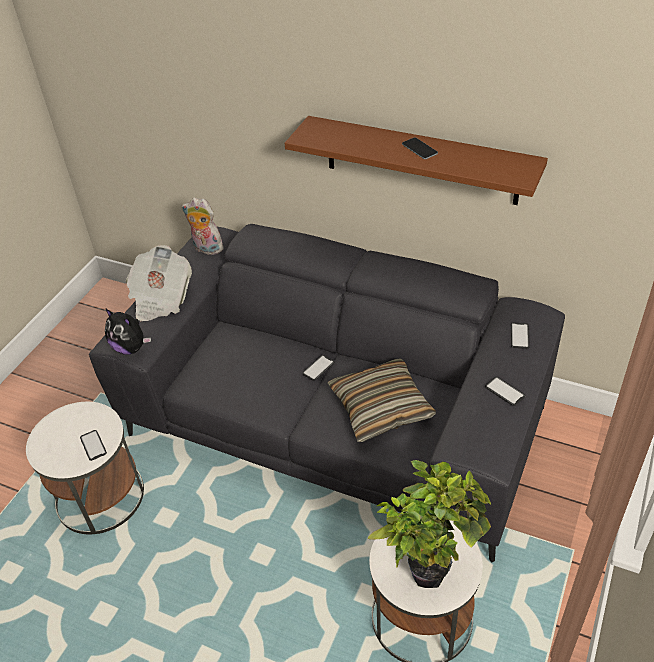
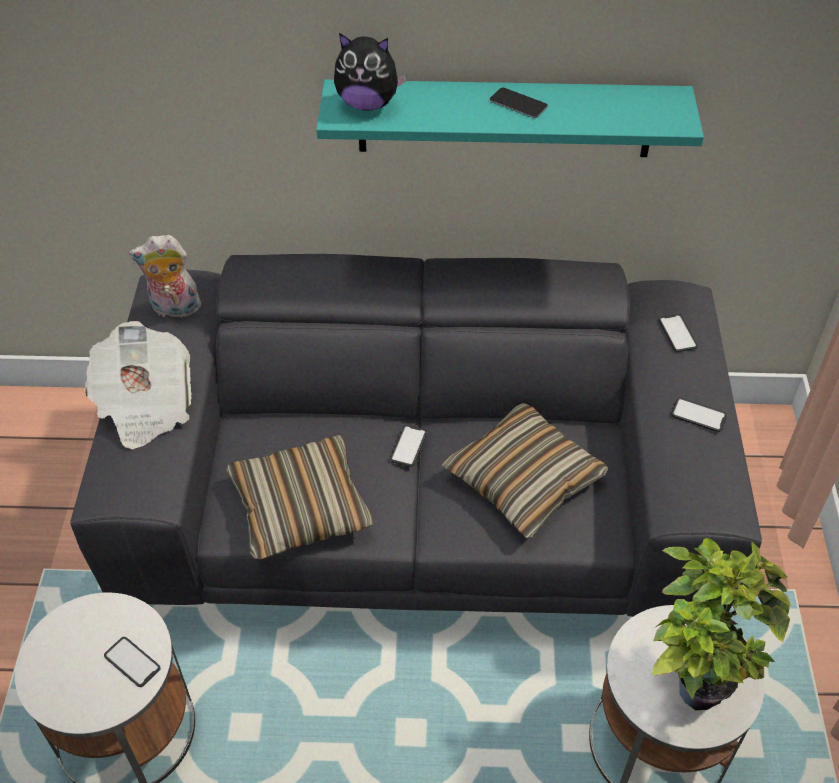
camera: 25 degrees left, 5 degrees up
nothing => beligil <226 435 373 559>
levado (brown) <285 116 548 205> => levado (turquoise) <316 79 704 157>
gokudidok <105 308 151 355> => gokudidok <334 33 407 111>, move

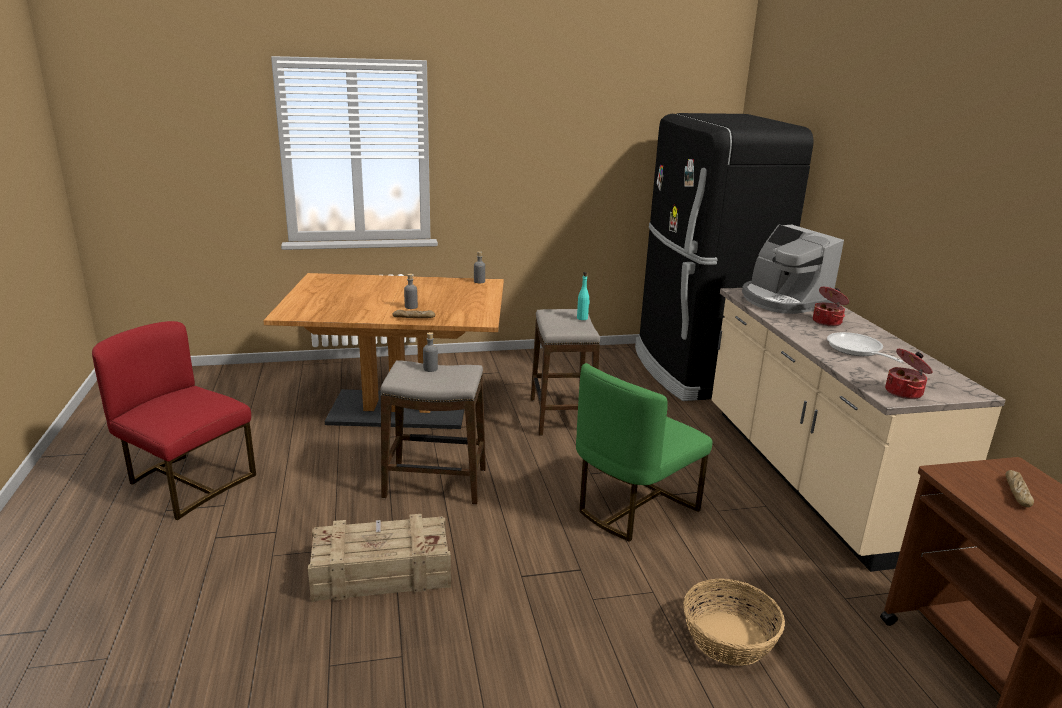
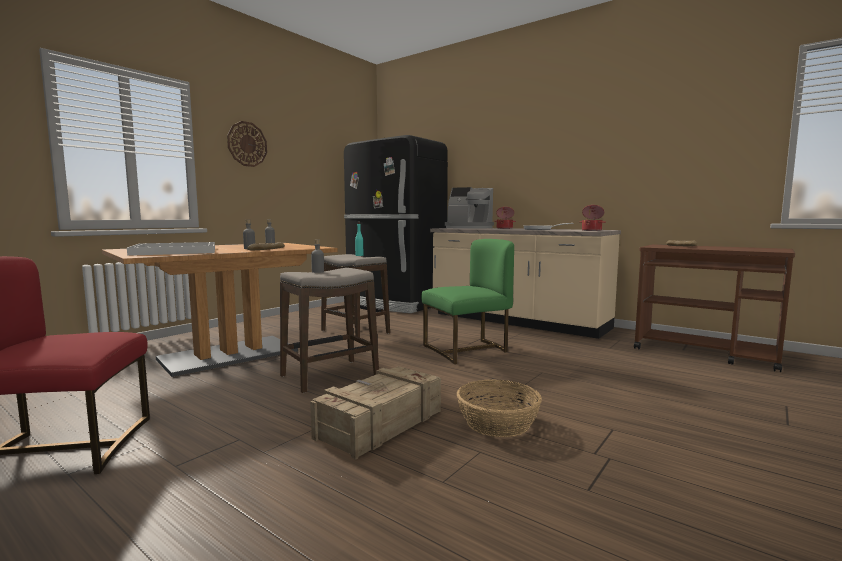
camera: 40 degrees left, 15 degrees down
nothing => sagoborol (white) <127 242 215 256>
nothing => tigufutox <227 121 267 167>
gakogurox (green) <576 363 712 542> => gakogurox (green) <421 239 514 364>, 120 degrees counterclockwise
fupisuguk <683 578 785 666> => fupisuguk <457 379 542 437>, move

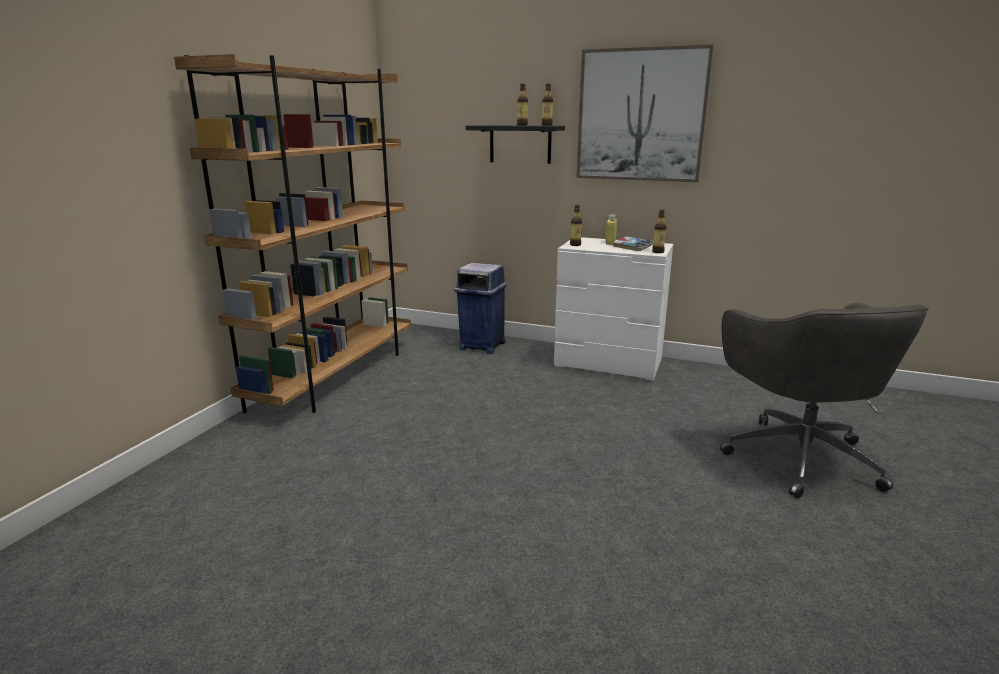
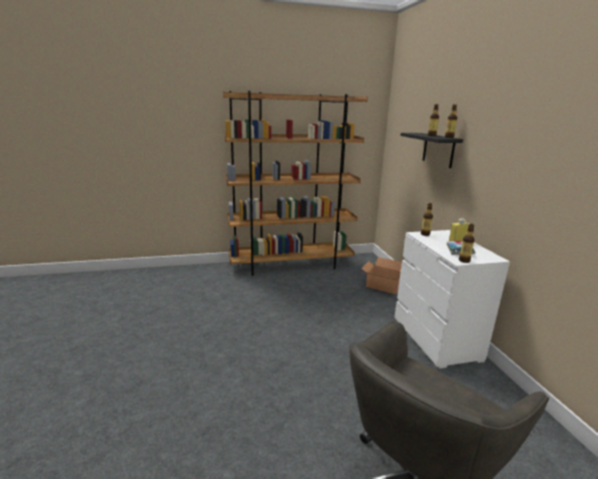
camera: 55 degrees right, 0 degrees up
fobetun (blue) <454 263 507 354> => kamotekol <361 257 402 294>
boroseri <577 45 714 182> => nothing

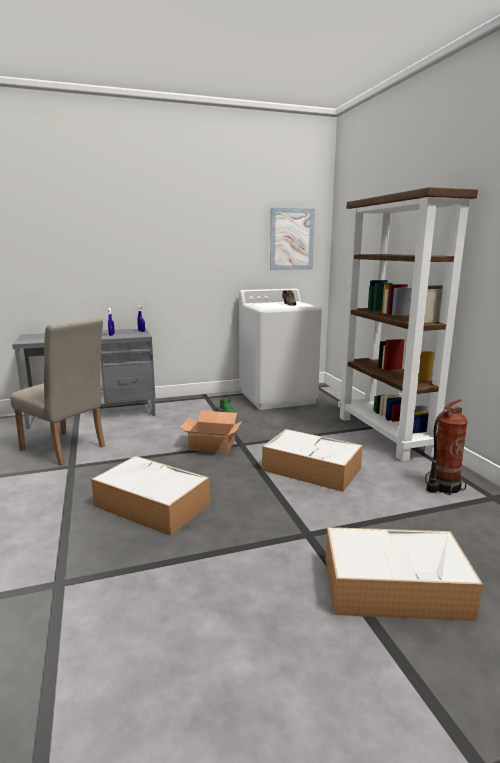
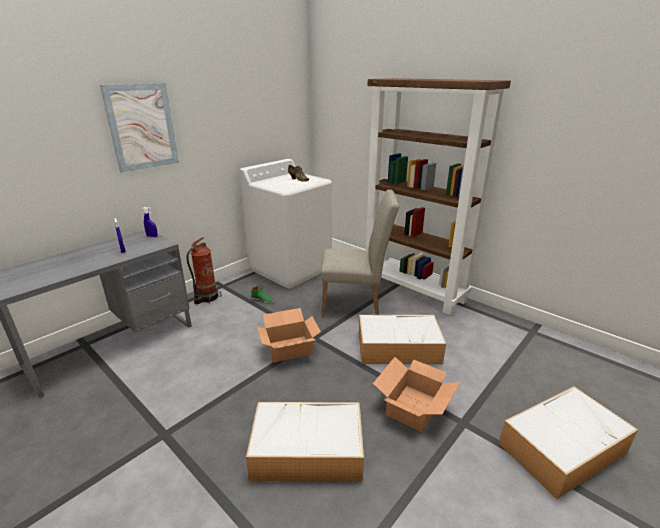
camera: 30 degrees left, 10 degrees up
boroseri <270 208 315 270> => boroseri <100 83 179 172>, move
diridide <425 399 468 495> => diridide <187 237 221 304>, move
gakogurox (beige) <10 317 105 465> => gakogurox (beige) <321 189 400 316>, move
nothing => kamotekol <373 357 460 432>

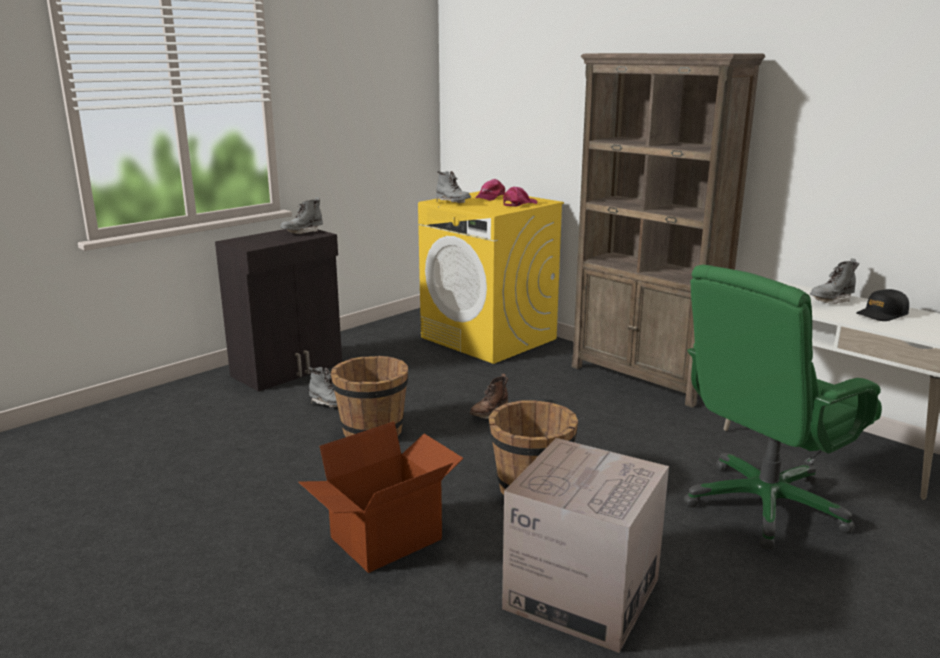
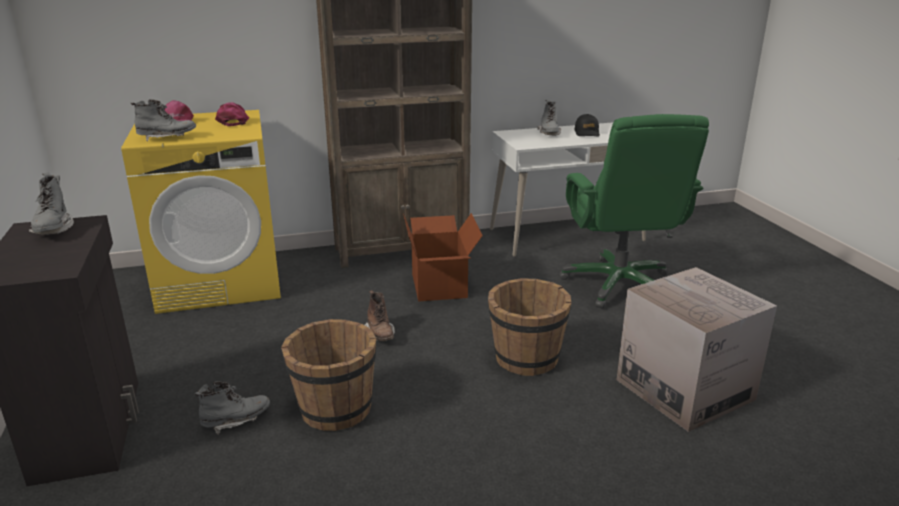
camera: 60 degrees left, 5 degrees up
kamotekol <298 421 464 573> => kamotekol <403 213 483 302>, move

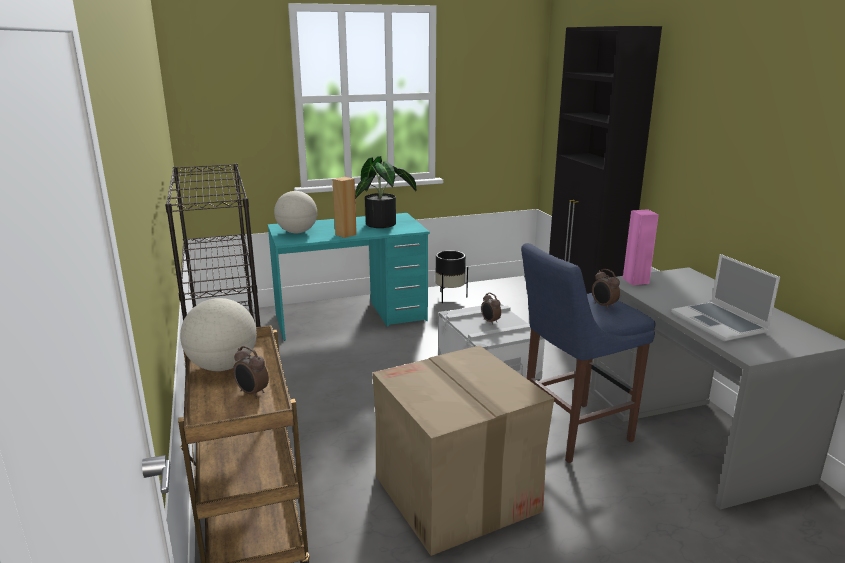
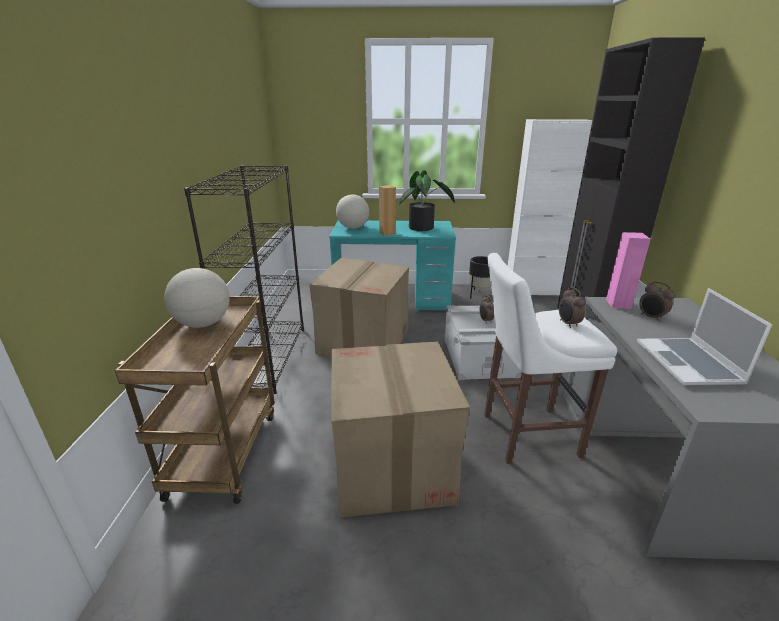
camera: 20 degrees right, 5 degrees up
nothing => kamotekol <309 258 409 357>
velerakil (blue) <521 243 656 463> => velerakil (white) <484 253 617 464>
nothing => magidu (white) <508 119 592 295>
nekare <233 346 269 399> => nekare <639 281 675 321>, move

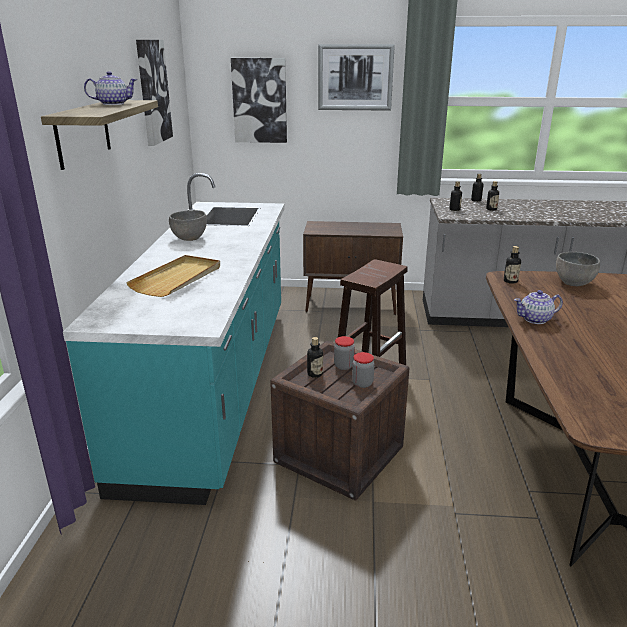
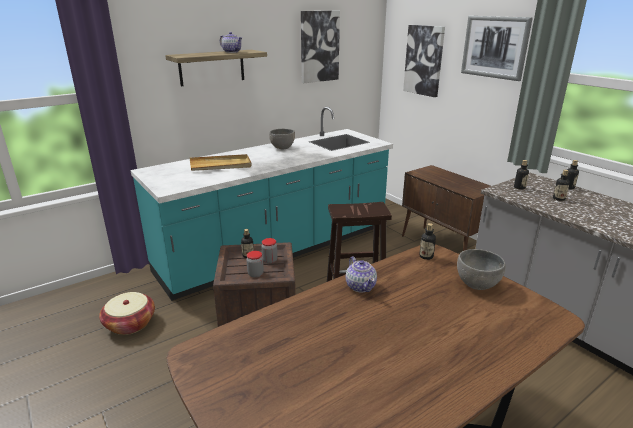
camera: 50 degrees right, 0 degrees up
nothing => fupisuguk <99 292 155 335>
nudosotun <514 290 563 324> => nudosotun <346 256 377 293>, 150 degrees counterclockwise

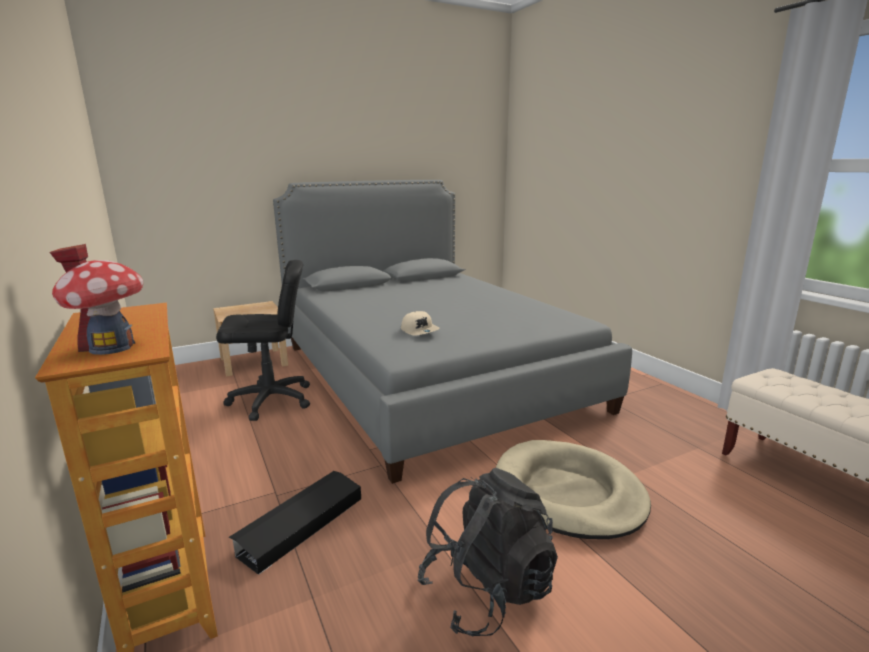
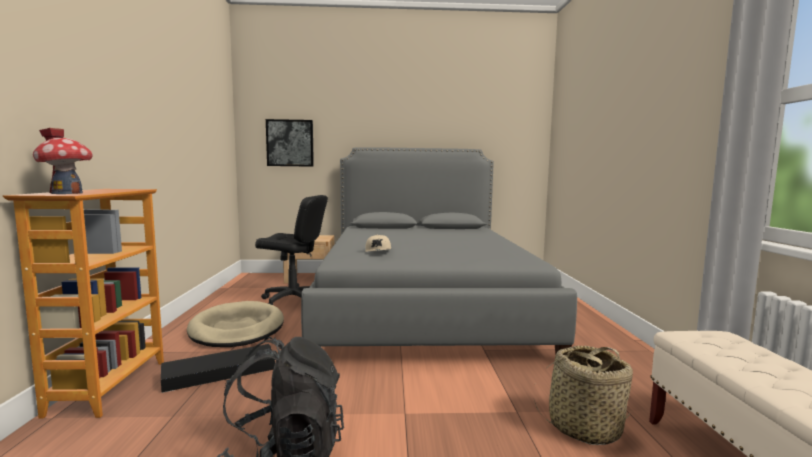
camera: 25 degrees right, 10 degrees down
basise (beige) <496 440 651 539> => basise (beige) <187 301 284 347>, move
nothing => boroseri <266 119 314 167>
nothing => fupisuguk <534 346 633 445>

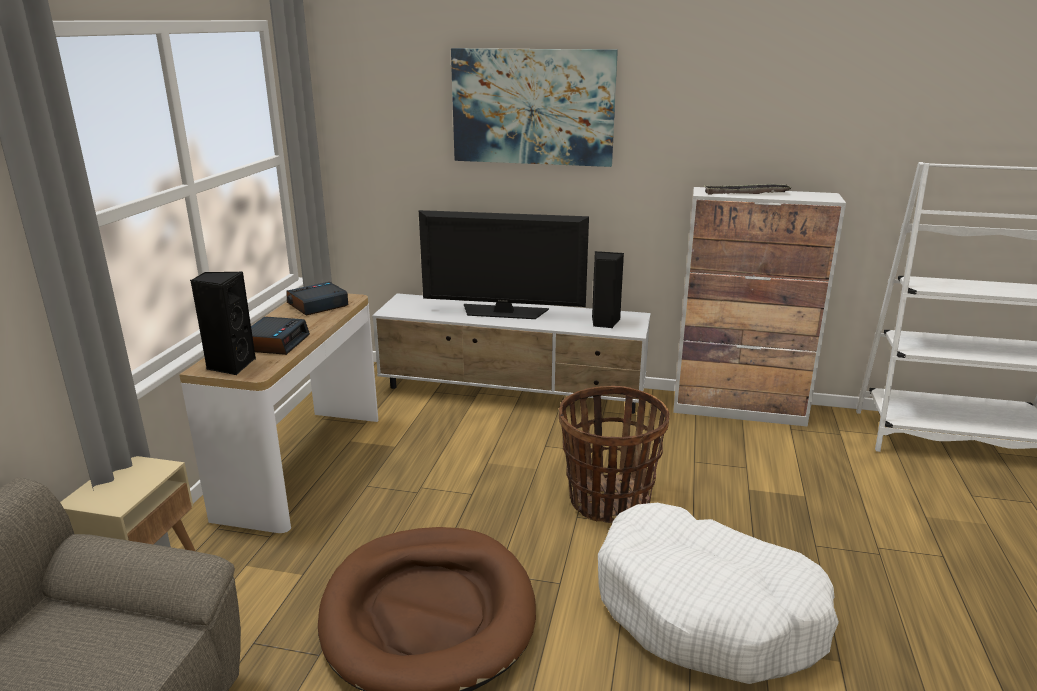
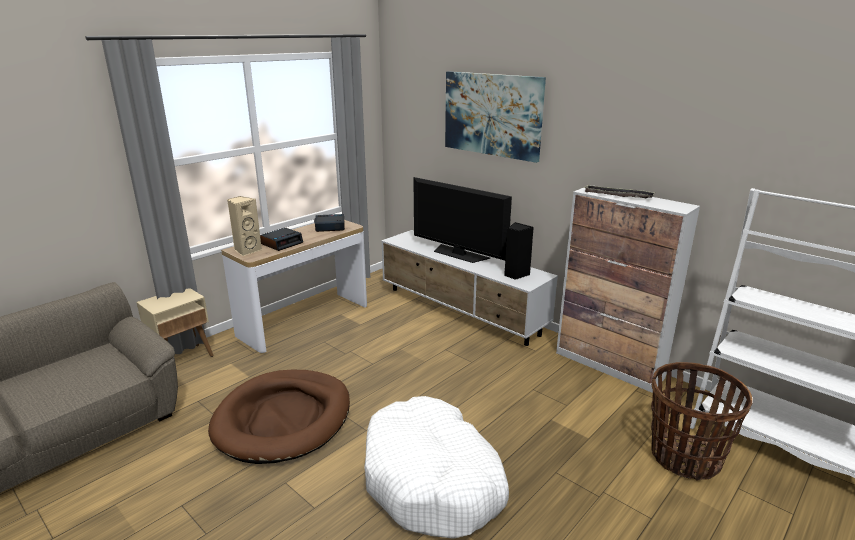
camera: 30 degrees right, 0 degrees up
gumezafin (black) <190 271 256 375> => gumezafin (beige) <227 196 262 256>
fupisuguk <559 386 670 523> => fupisuguk <651 362 753 480>, move

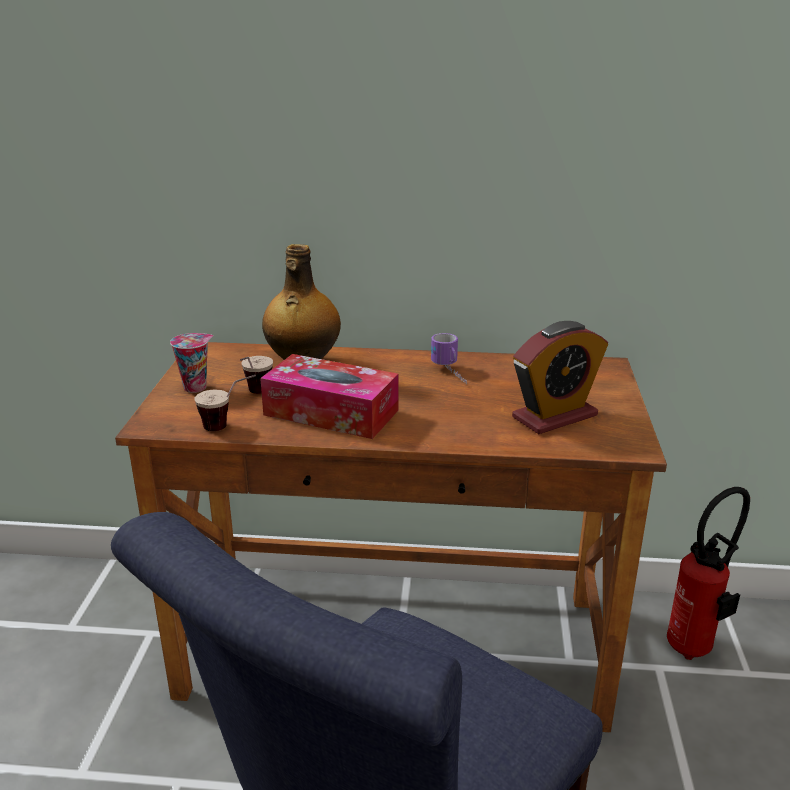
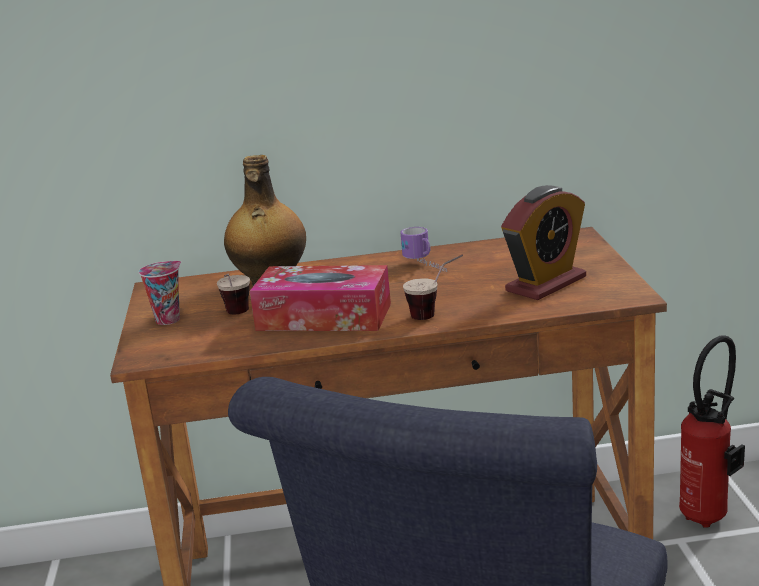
camera: 10 degrees left, 5 degrees down
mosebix <194 375 256 431> => mosebix <403 255 463 320>, move

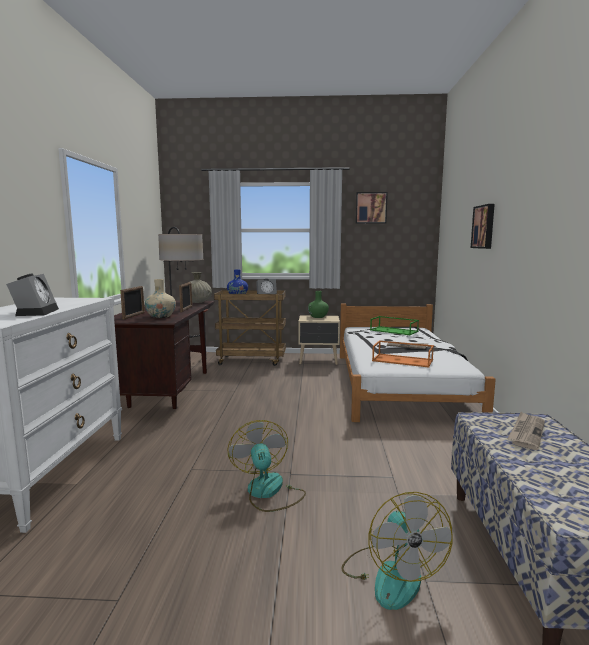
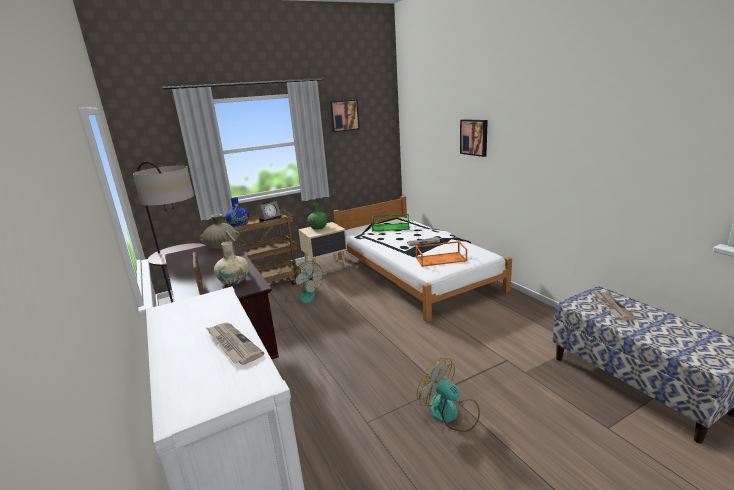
camera: 30 degrees left, 10 degrees up
nekare <6 274 59 316> => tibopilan <206 323 264 365>
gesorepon <341 492 452 610> => gesorepon <285 261 323 304>, move

